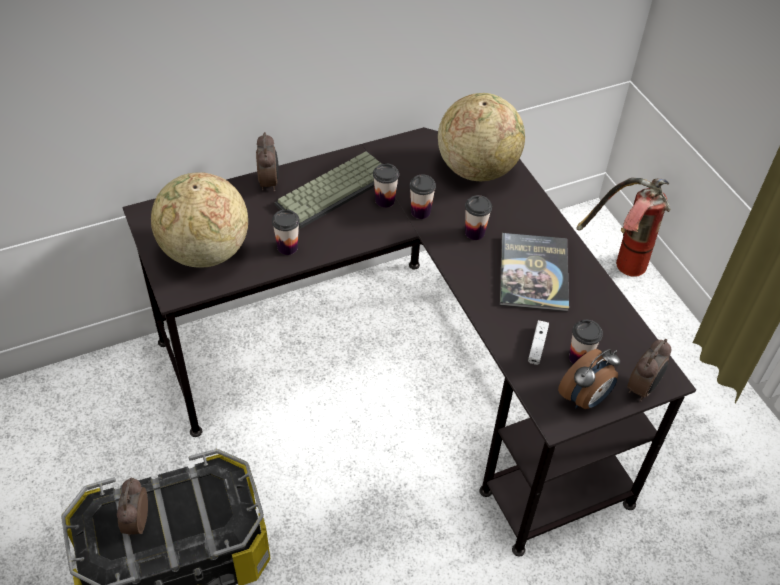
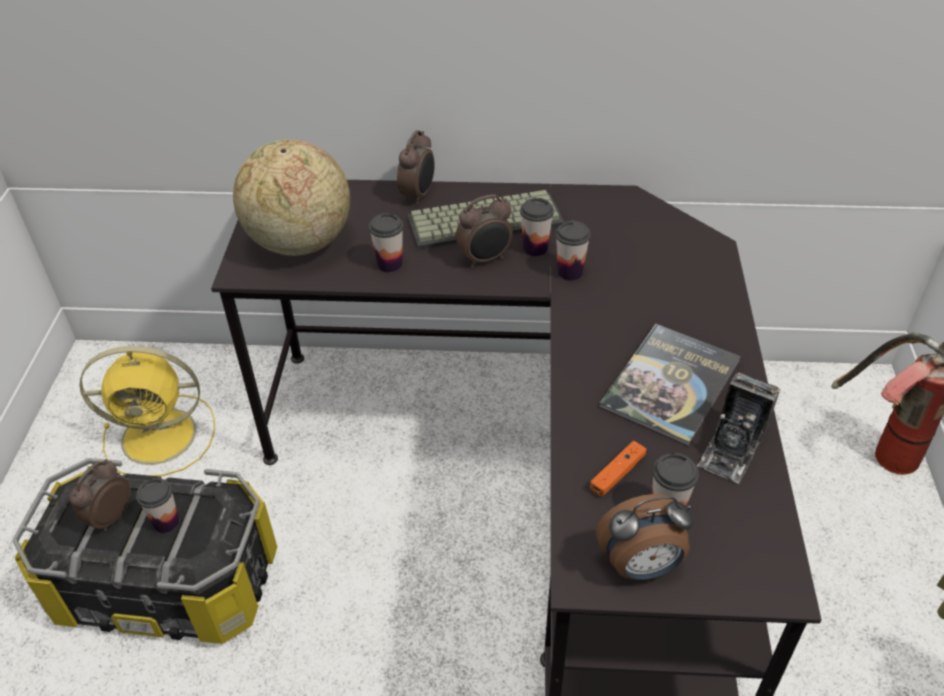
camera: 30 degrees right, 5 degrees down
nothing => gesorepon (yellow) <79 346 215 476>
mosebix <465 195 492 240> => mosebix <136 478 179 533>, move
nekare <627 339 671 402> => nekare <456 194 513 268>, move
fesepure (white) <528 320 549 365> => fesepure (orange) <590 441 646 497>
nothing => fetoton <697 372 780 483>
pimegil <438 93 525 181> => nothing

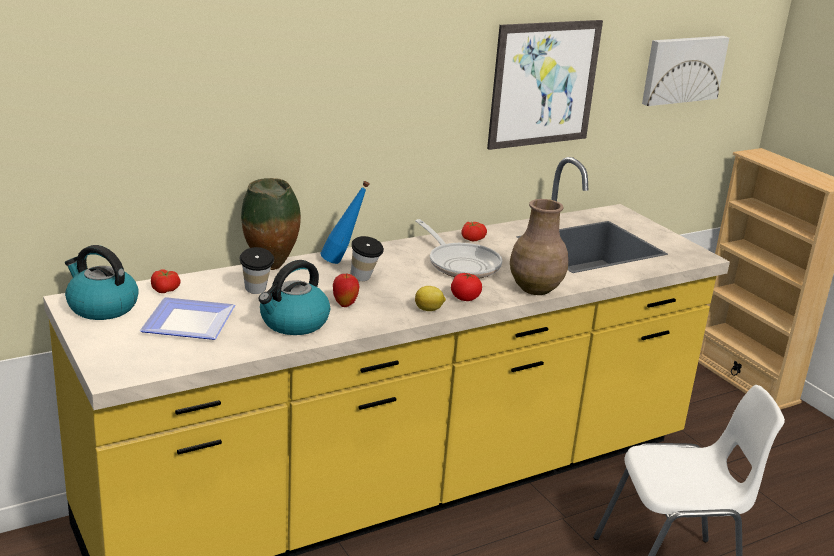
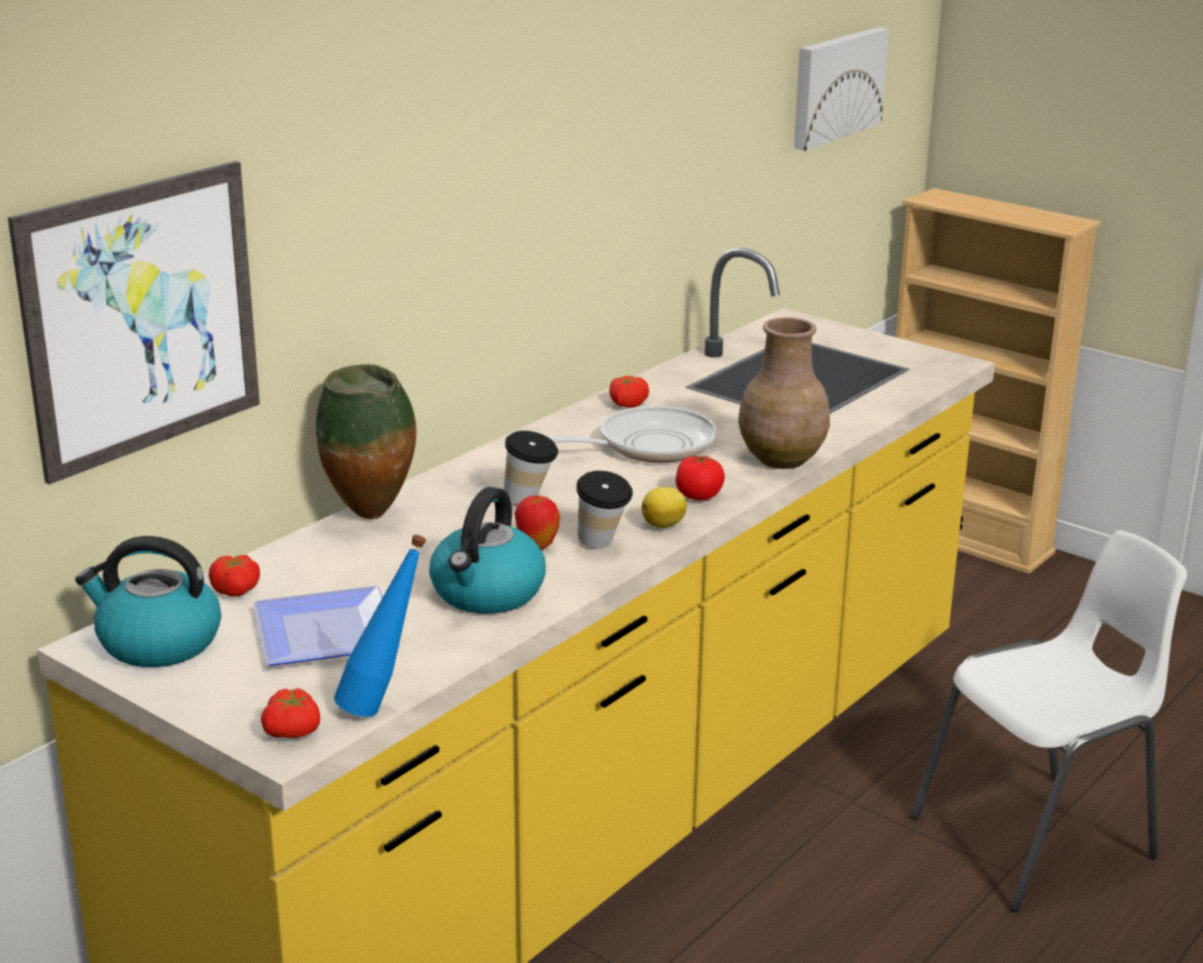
camera: 20 degrees left, 0 degrees up
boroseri <487 20 603 150> => boroseri <8 161 260 485>, move
nothing => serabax <261 688 320 738>
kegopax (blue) <321 181 370 264> => kegopax (blue) <334 535 426 717>, move
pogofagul <415 219 502 278> => pogofagul <548 406 717 462>, 60 degrees counterclockwise
mosebix <239 247 274 294> => mosebix <576 471 633 549>, move

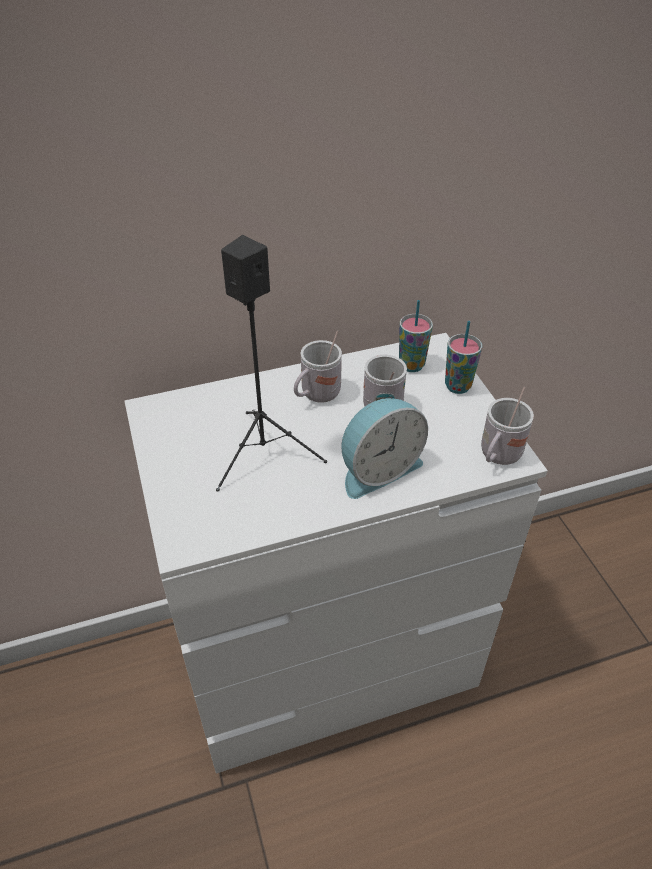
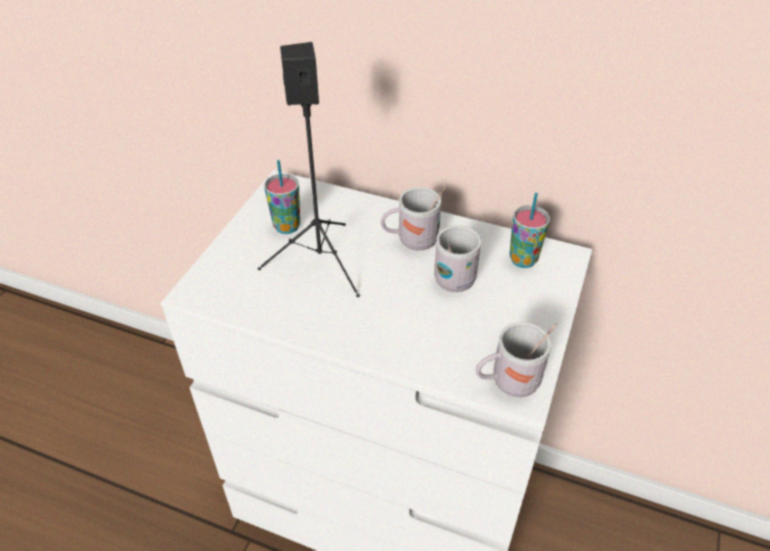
camera: 40 degrees right, 0 degrees up
mosebix <445 321 482 394> => mosebix <264 160 300 234>, move
nekare <341 398 428 499> => nothing

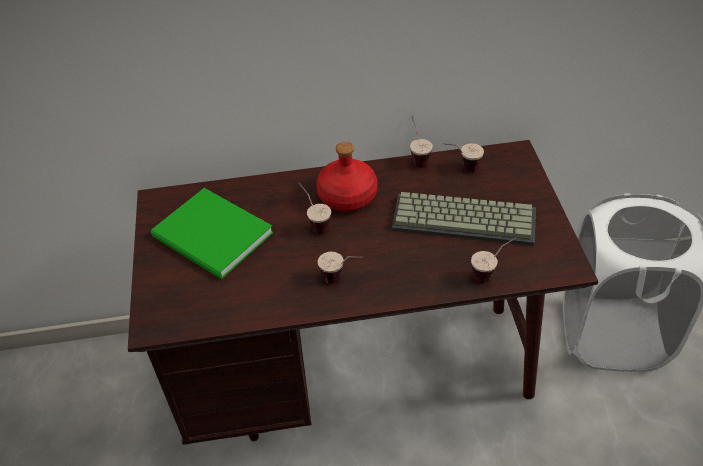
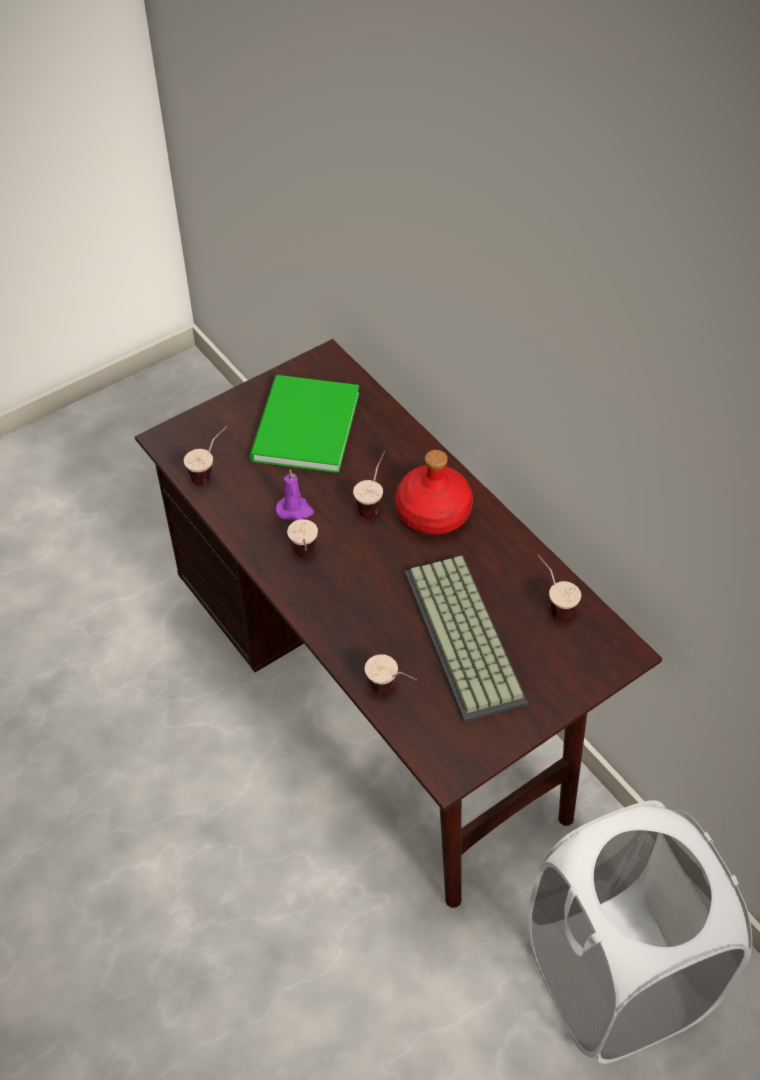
camera: 60 degrees right, 5 degrees up
mosebix <410 116 433 168> => mosebix <184 426 227 485>, move
nothing => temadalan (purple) <276 469 314 521>

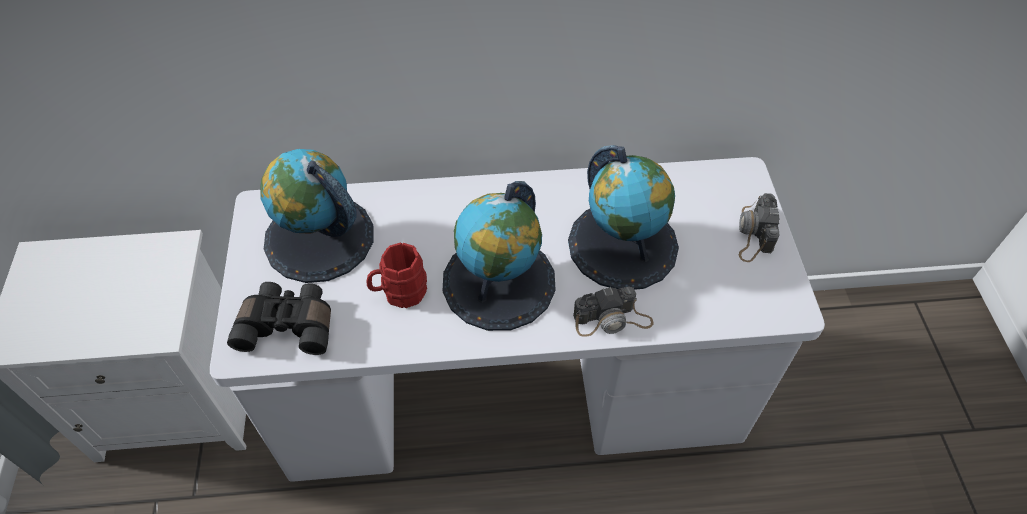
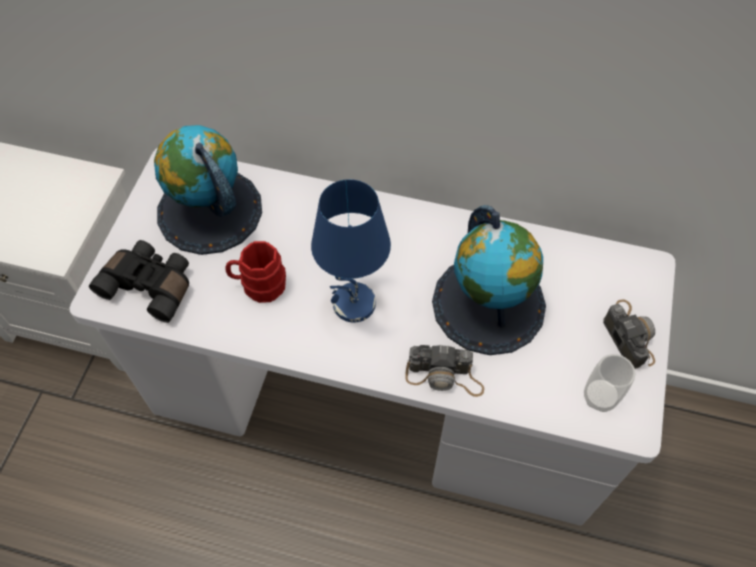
camera: 20 degrees right, 5 degrees up
pimegil <443 181 555 331> => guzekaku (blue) <311 179 391 323>
nothing => mosebix <584 354 635 412>
fetoton <739 193 780 262> => fetoton <603 299 655 369>, 135 degrees clockwise

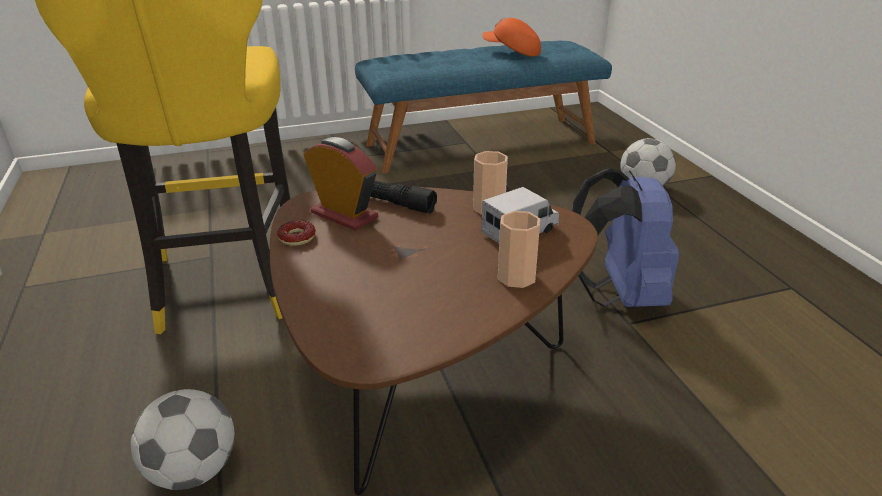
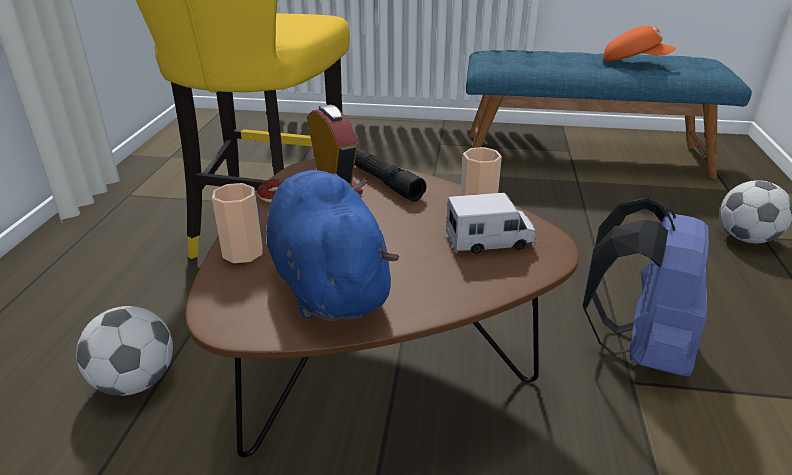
camera: 25 degrees right, 0 degrees up
mosebix <498 211 540 288> => mosebix <212 183 263 263>, move
nothing => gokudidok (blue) <266 170 399 321>
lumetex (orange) <482 18 541 56> => lumetex (orange) <603 26 676 61>, 150 degrees clockwise

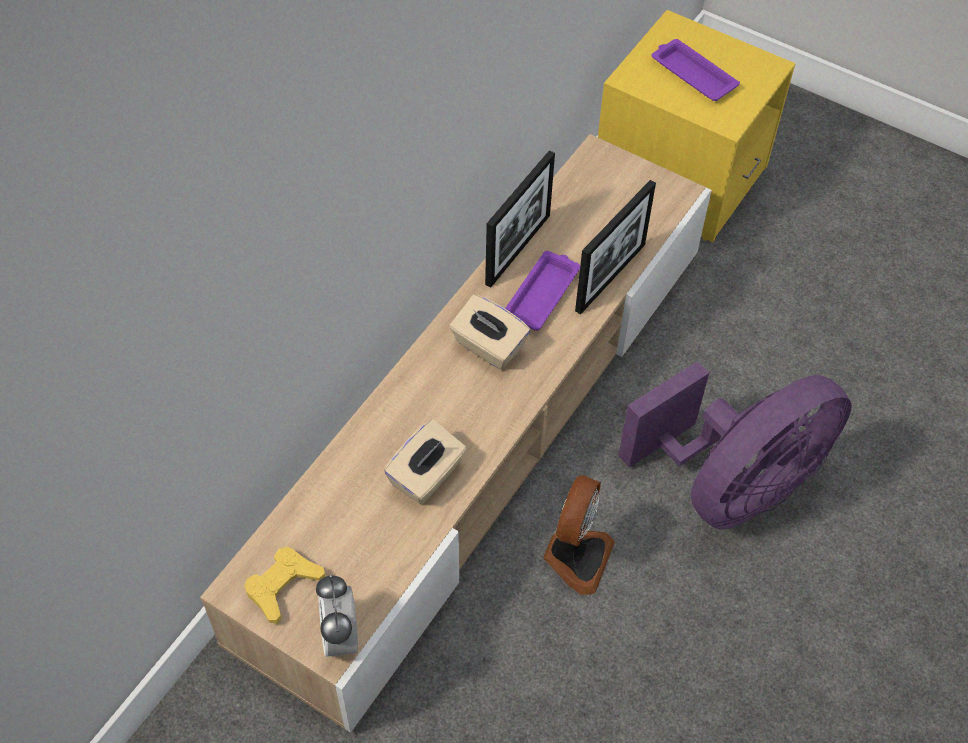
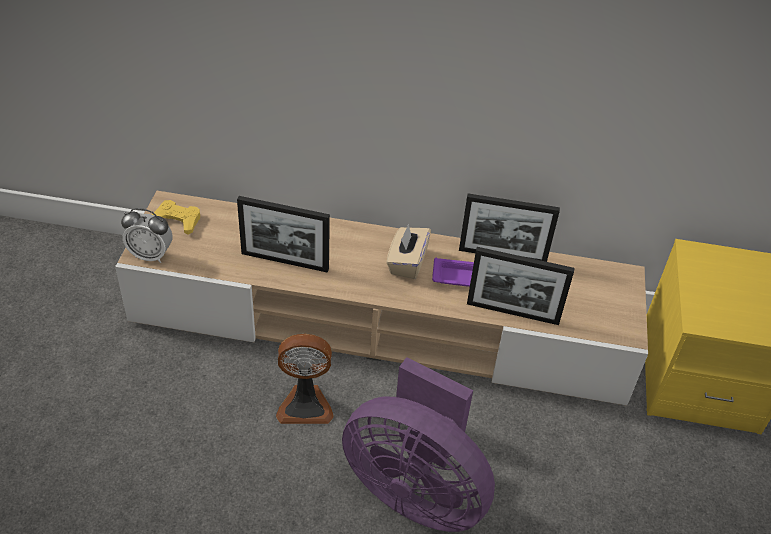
camera: 65 degrees right, 10 degrees down
nekare <316 575 358 657> => nekare <121 208 173 263>, 135 degrees counterclockwise
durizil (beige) <384 419 466 504> => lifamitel <237 196 330 273>
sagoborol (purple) <652 39 740 101> => nothing

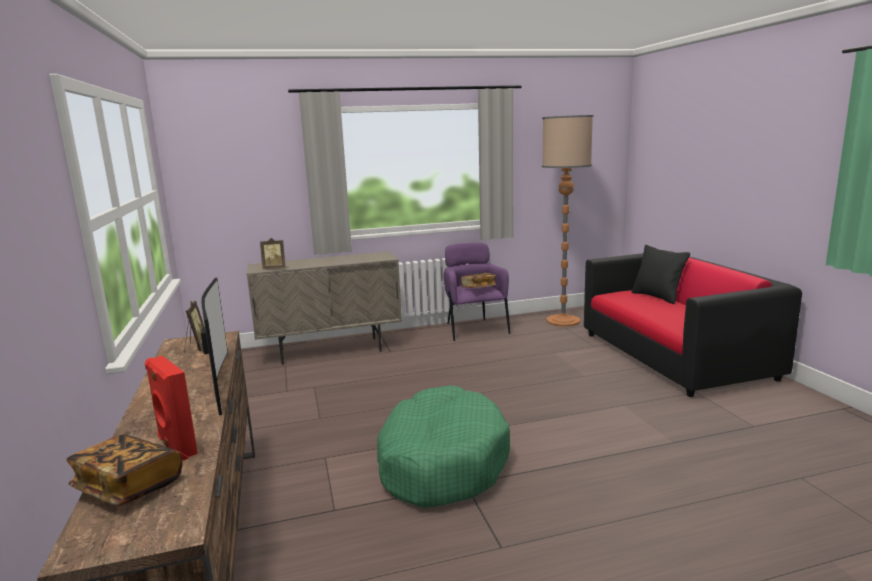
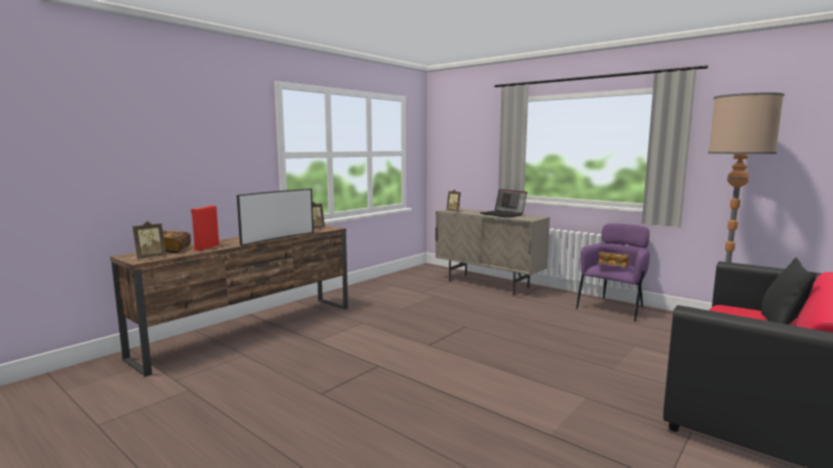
camera: 55 degrees right, 5 degrees down
nothing => lifamitel <133 221 166 259>
nothing => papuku <480 189 527 218>
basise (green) <377 385 510 508> => nothing

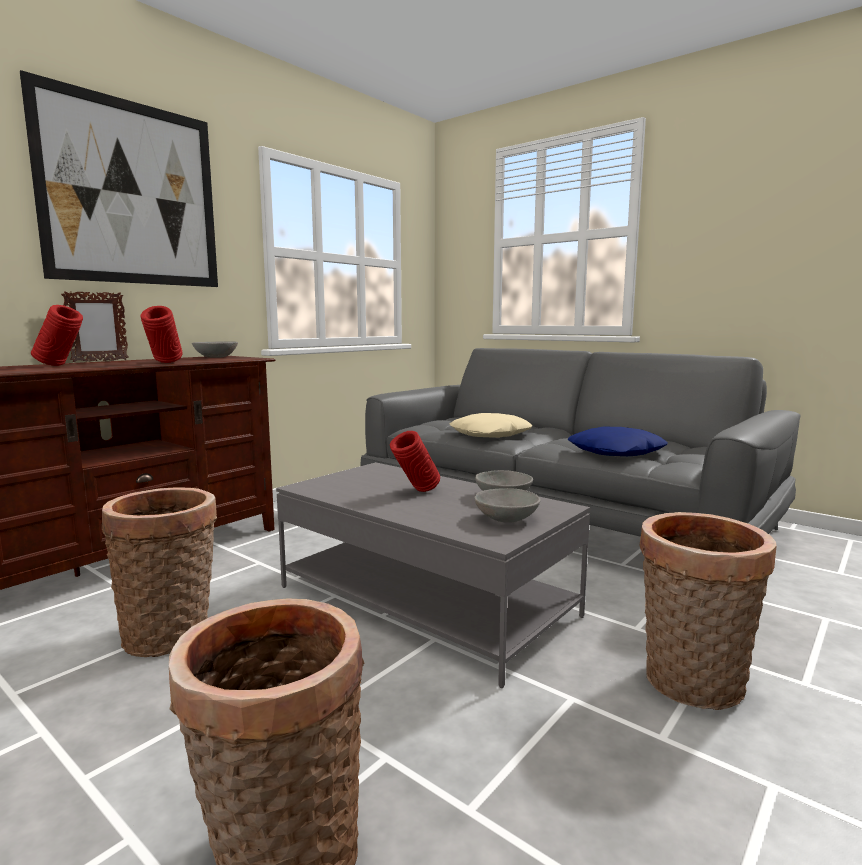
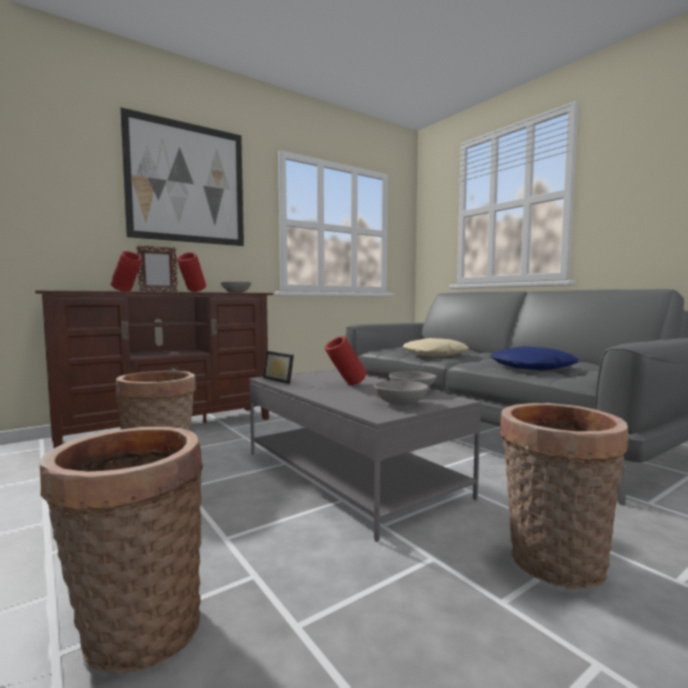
camera: 15 degrees right, 5 degrees down
nothing => lifamitel <263 351 294 384>

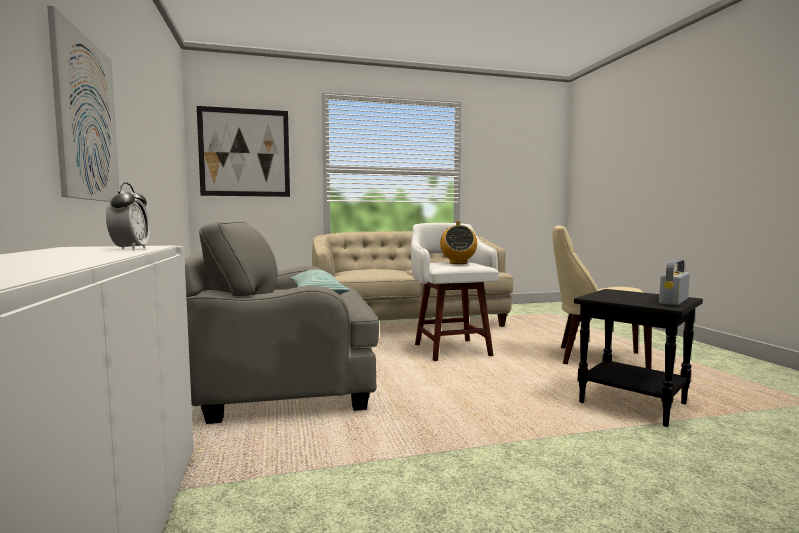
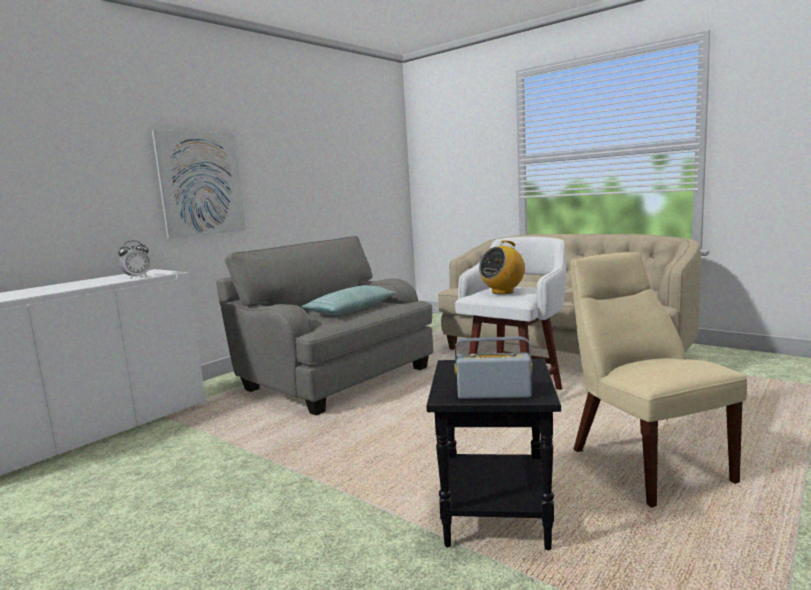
camera: 55 degrees right, 5 degrees up
boroseri <197 106 290 197> => nothing

